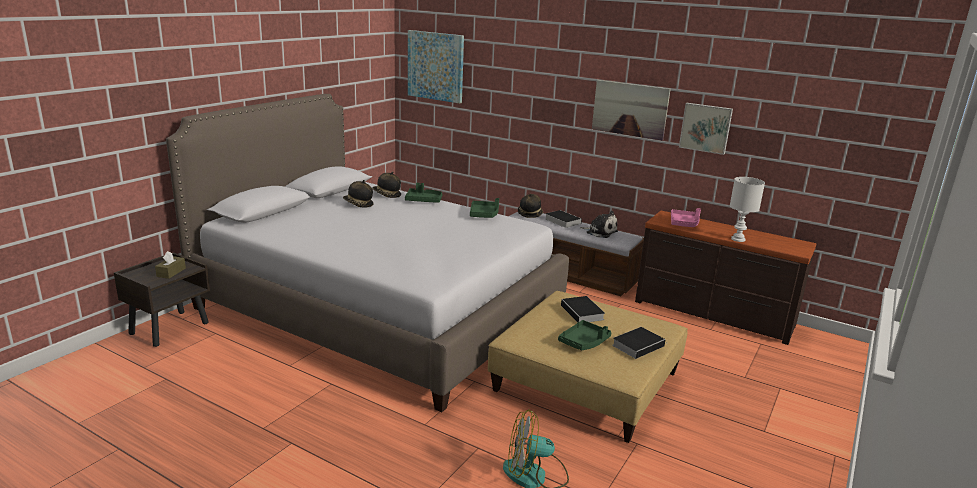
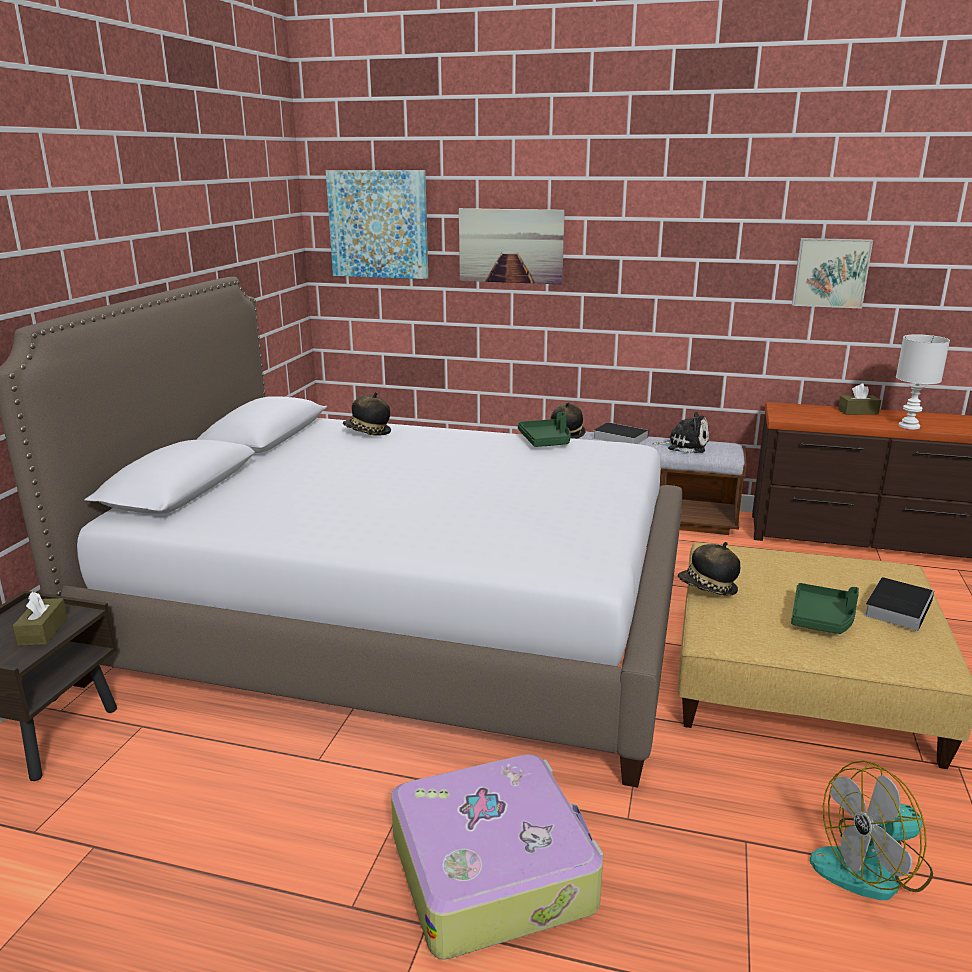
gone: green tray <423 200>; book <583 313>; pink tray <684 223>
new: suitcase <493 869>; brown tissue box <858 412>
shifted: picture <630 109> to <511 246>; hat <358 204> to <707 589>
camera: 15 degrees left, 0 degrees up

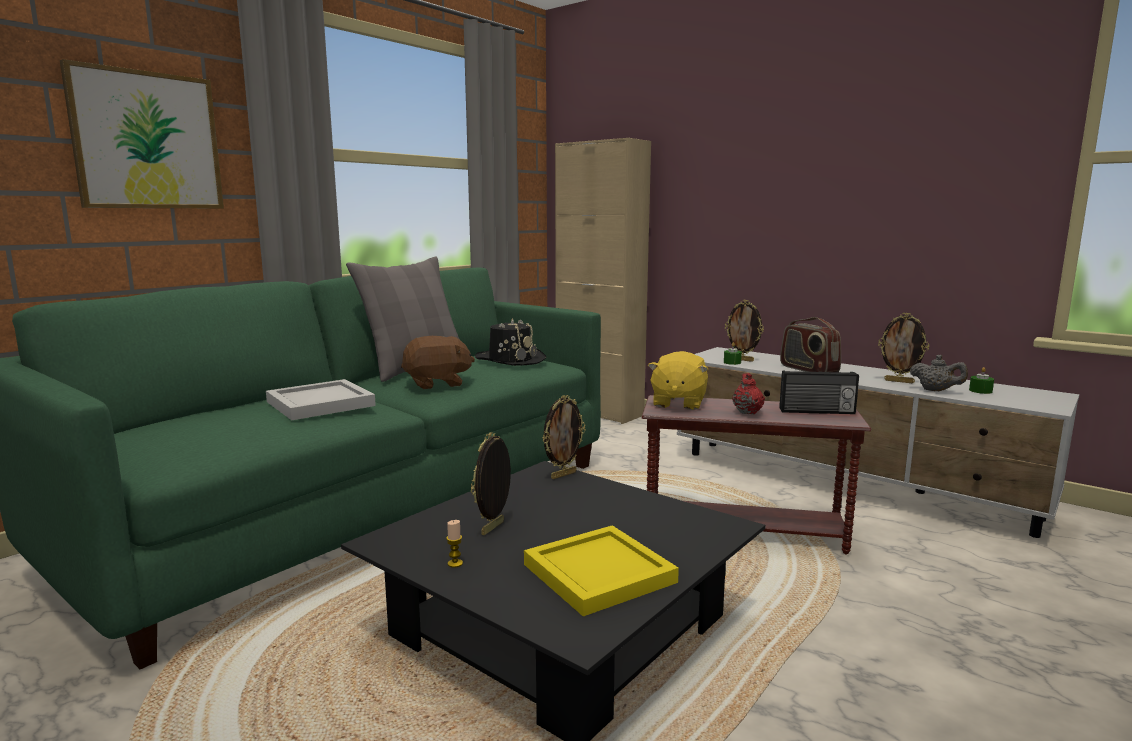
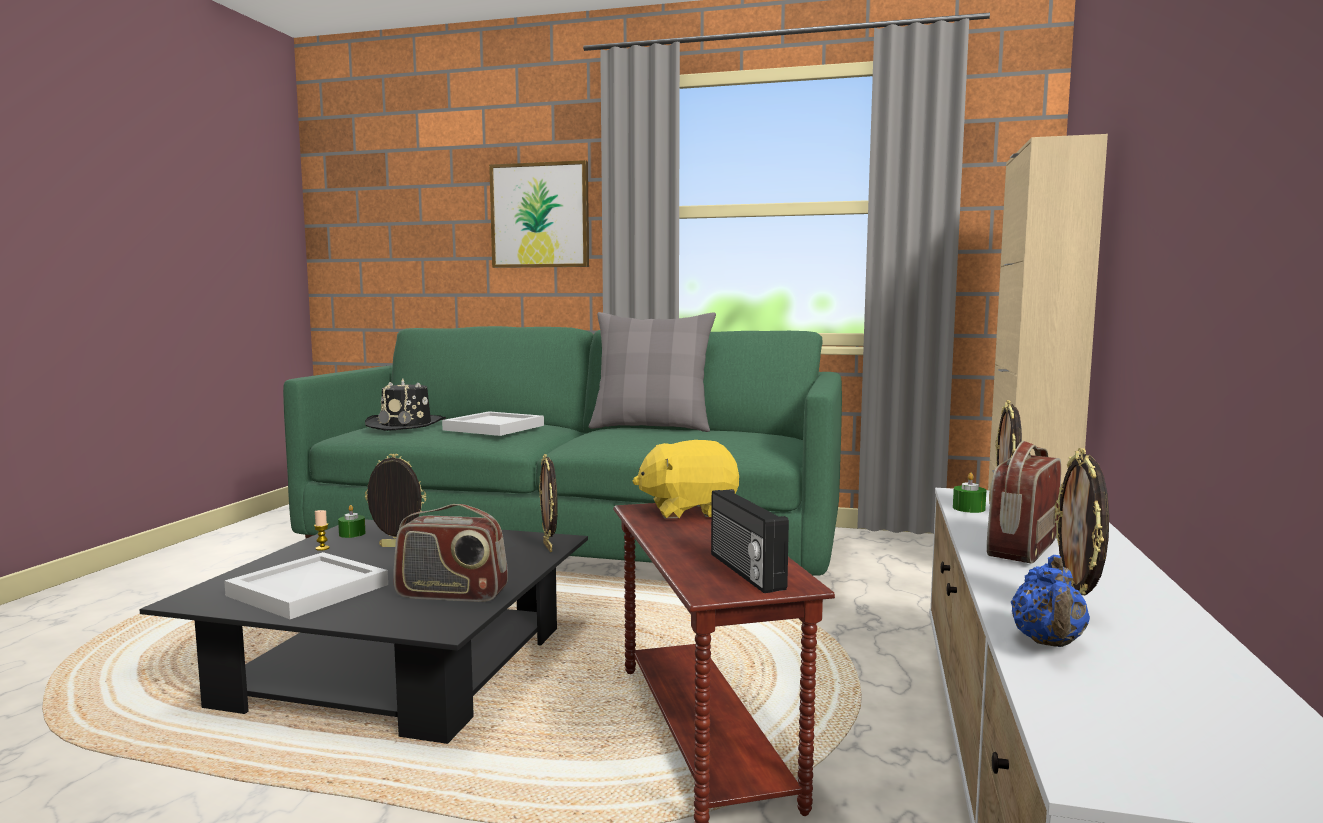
gone: brown plush toy <437 384>; red teapot <747 412>
new: radio <451 594>
shifted: green candle <980 391> to <352 534>; black hat <510 359> to <407 424>
repainted: yellow tray <601 573> to white tray <307 591>; grey teapot <936 390> to blue teapot <1048 643>
rotated: picture frame <563 475> = <549 547> 45 degrees clockwise
camera: 65 degrees right, 5 degrees down

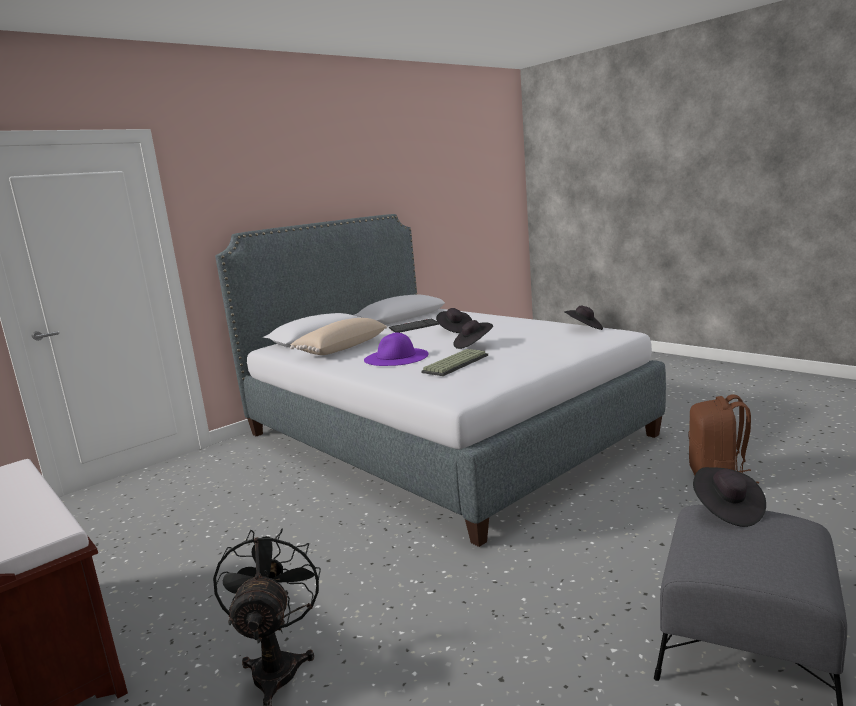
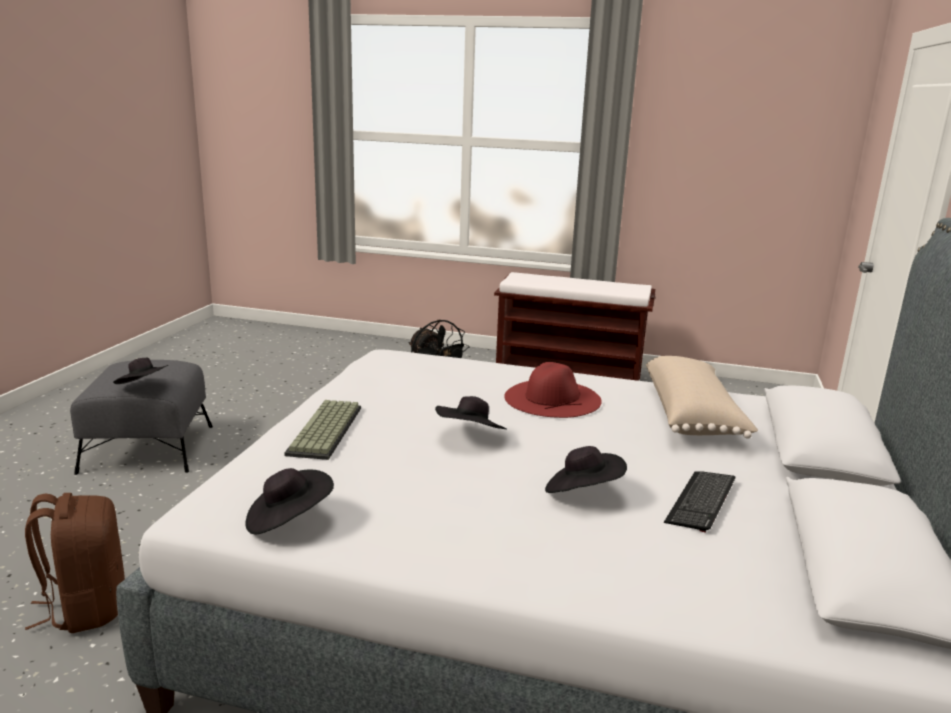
shifted: keyboard <455 363> to <327 431>
repainted: purple hat <396 357> to red hat <552 398>
camera: 145 degrees right, 5 degrees up

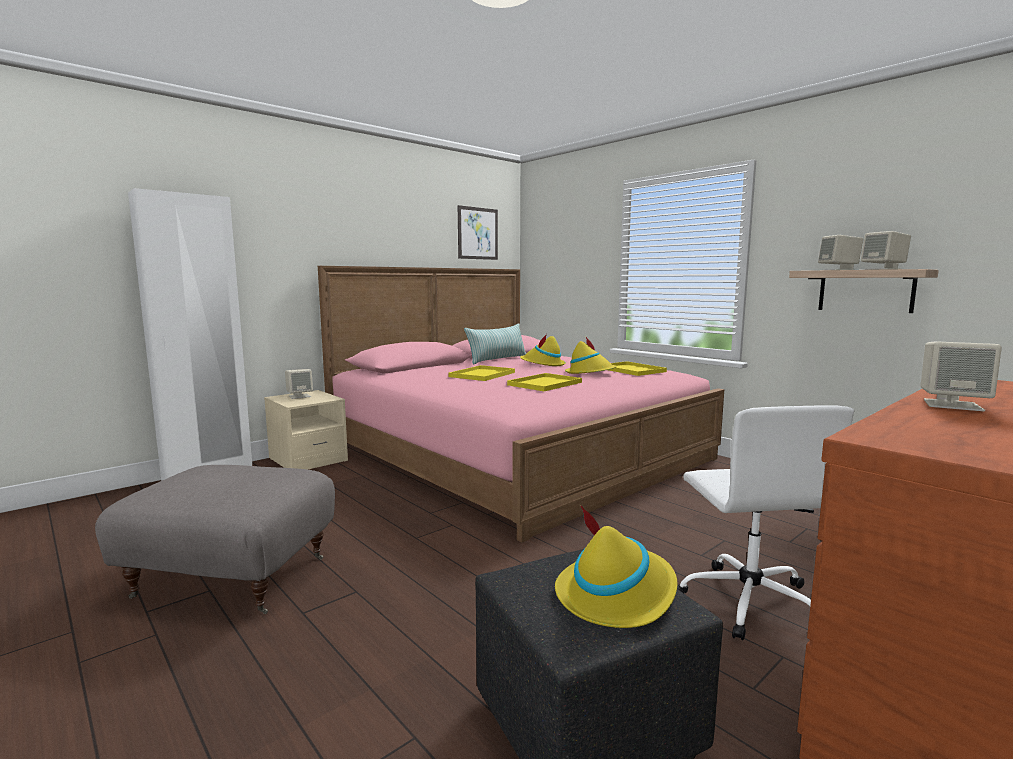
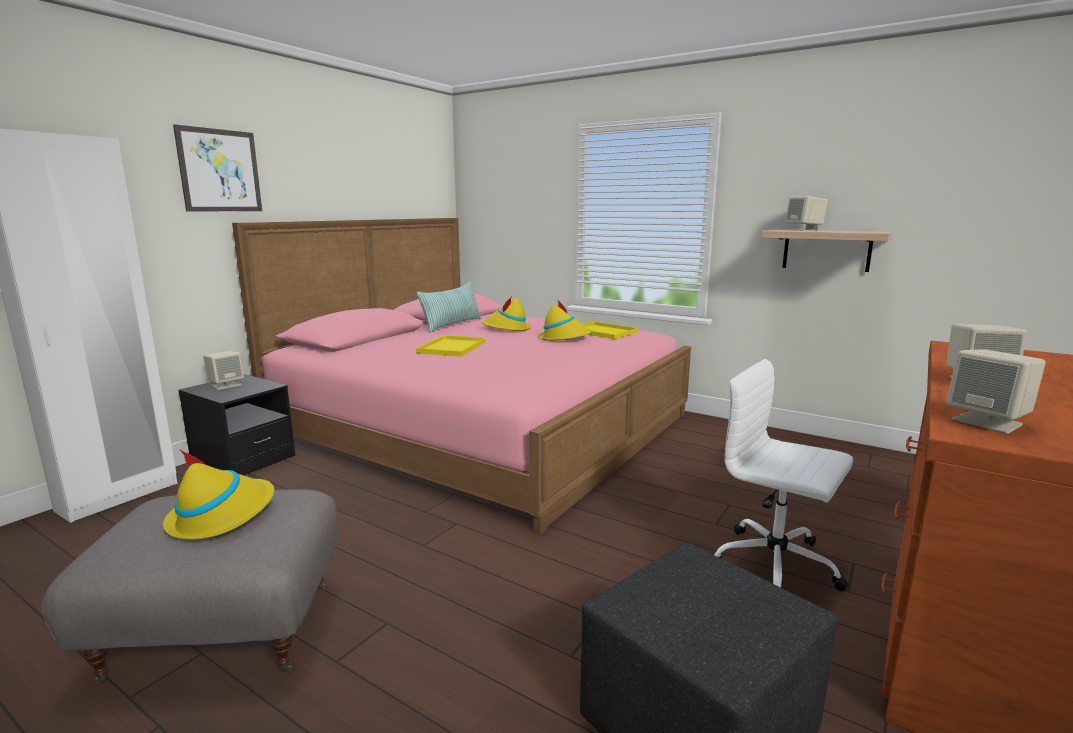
gone: yellow tray <545 383>
shifted: yellow hat <616 594> to <222 515>; picture <477 233> to <220 170>; beige speaker <883 269> to <988 422>
repainted: beige nightstand <308 460> to black nightstand <243 460>
rotated: white office chair <748 600> = <776 567> 150 degrees clockwise
camera: 15 degrees left, 5 degrees up

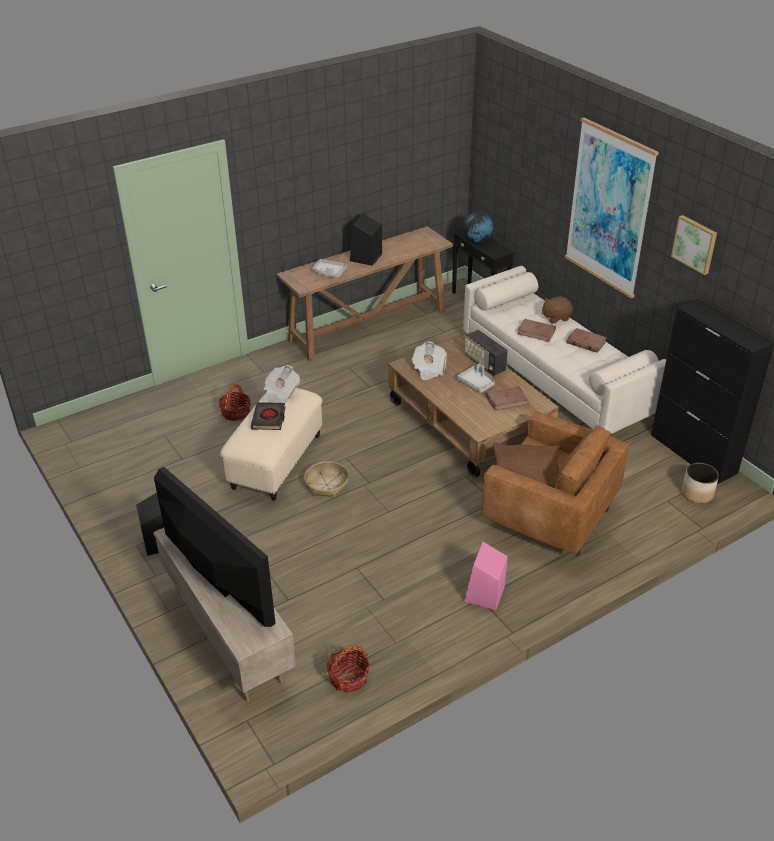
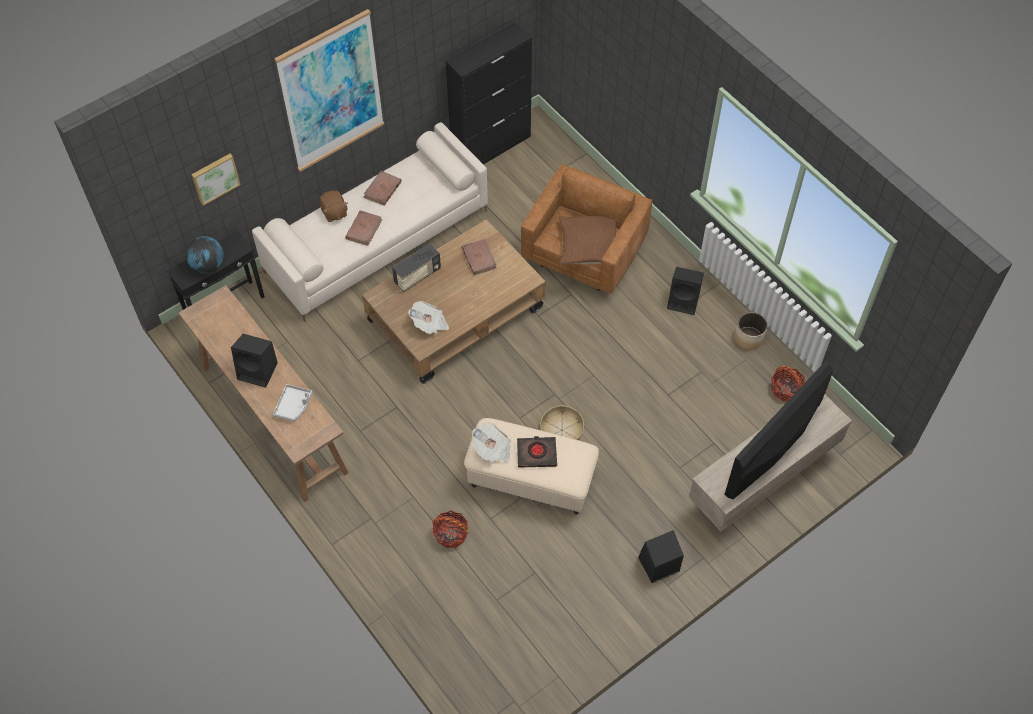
gone: grey tray <476 383>
shifted: picture <695 244> to <215 178>; planter <697 493> to <748 338>
repainted: pink speaker <484 595> to black speaker <684 301>
camera: 95 degrees left, 20 degrees up

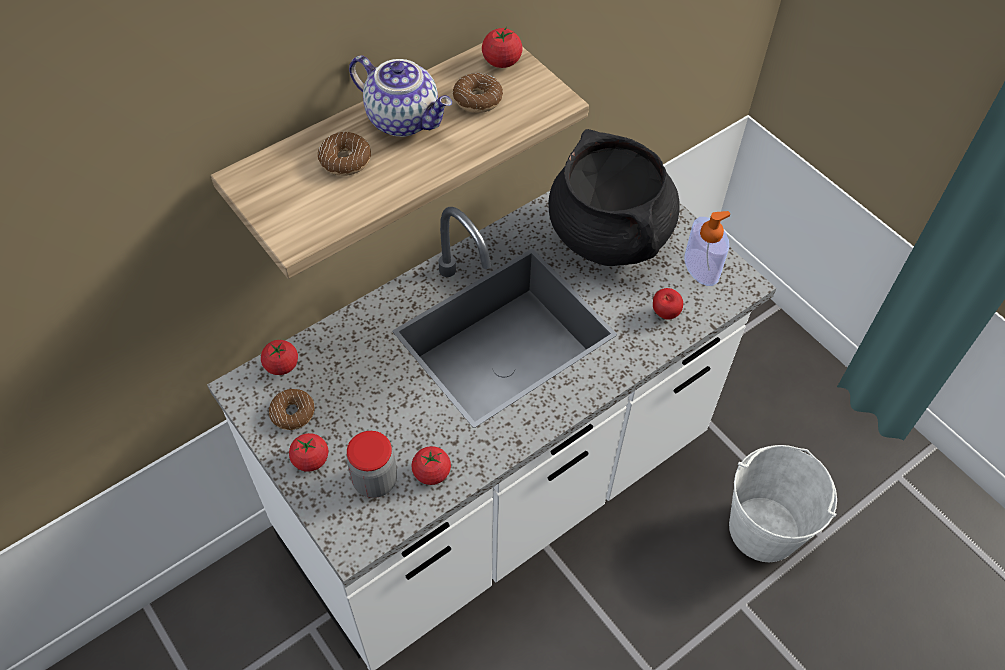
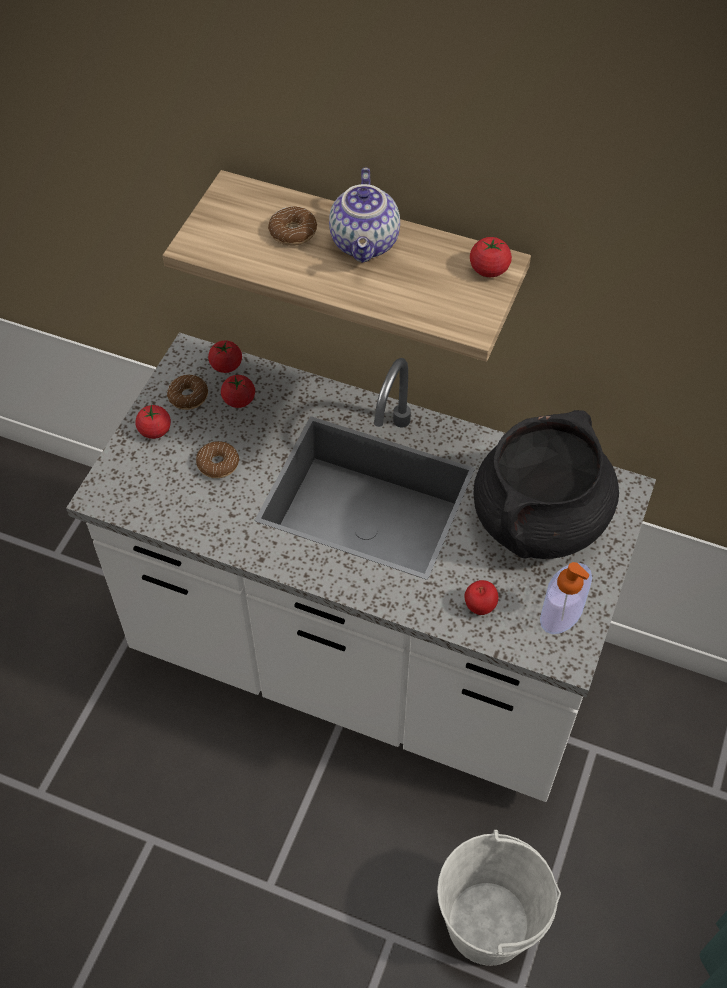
gone: jar <375 480>
shifted: donut <478 99> to <218 464>; tomato <431 472> to <239 400>
camera: 60 degrees right, 0 degrees up

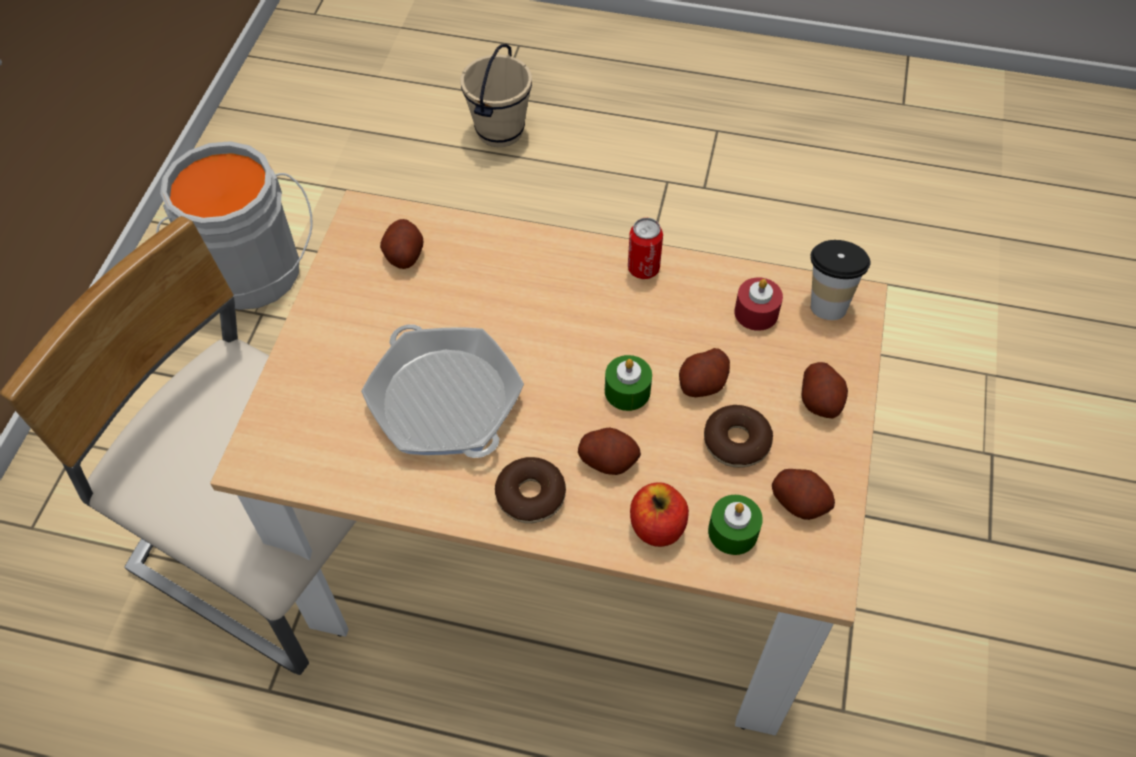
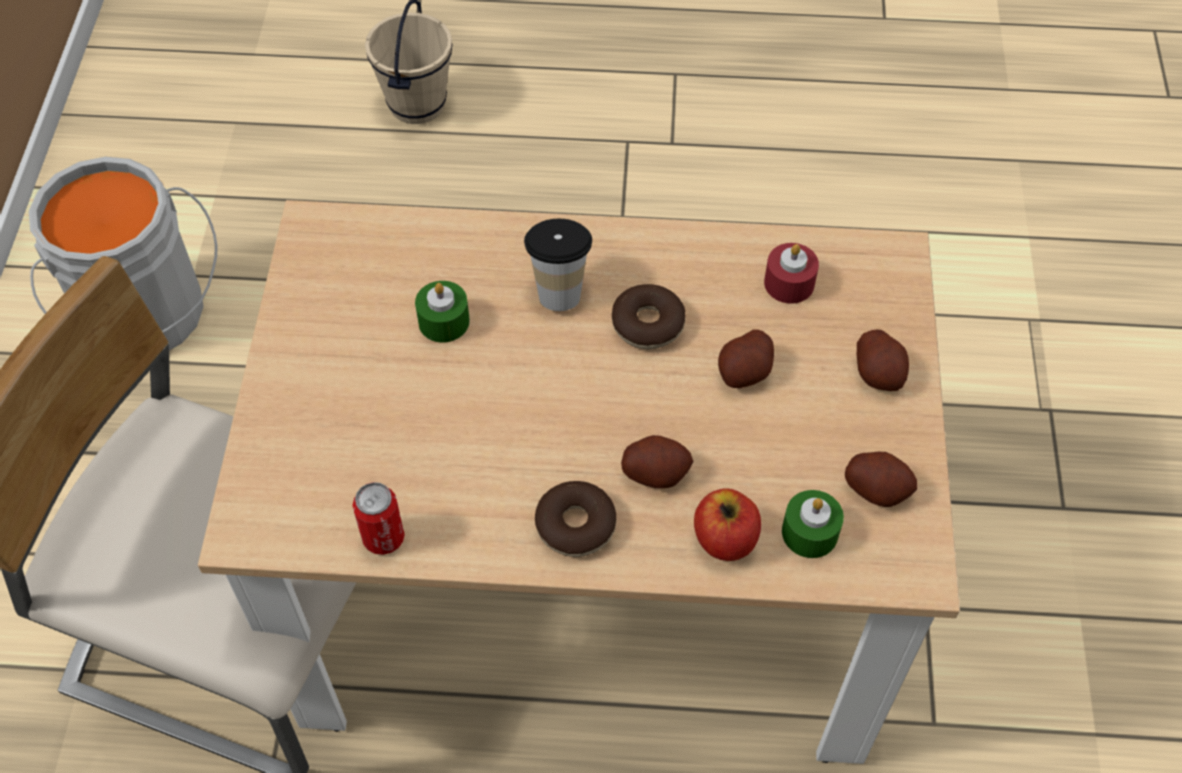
gone: frying pan <445 400>; potato <404 255>
shifted: can <643 269> to <383 537>; green candle <627 391> to <444 321>; cup <827 301> to <559 289>; donut <736 442> to <647 324>
camera: 10 degrees left, 0 degrees up

